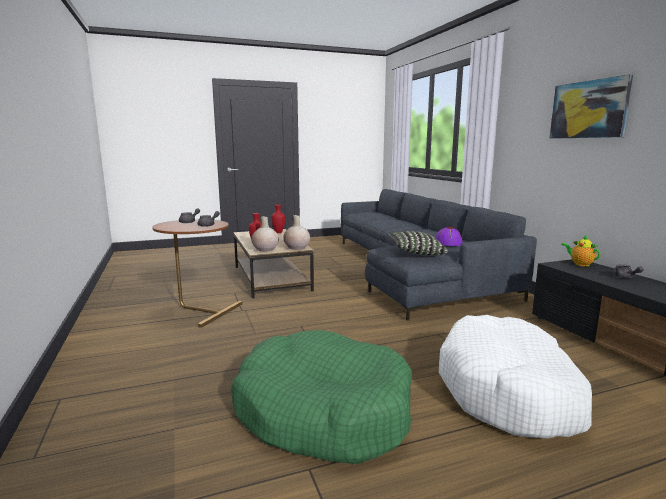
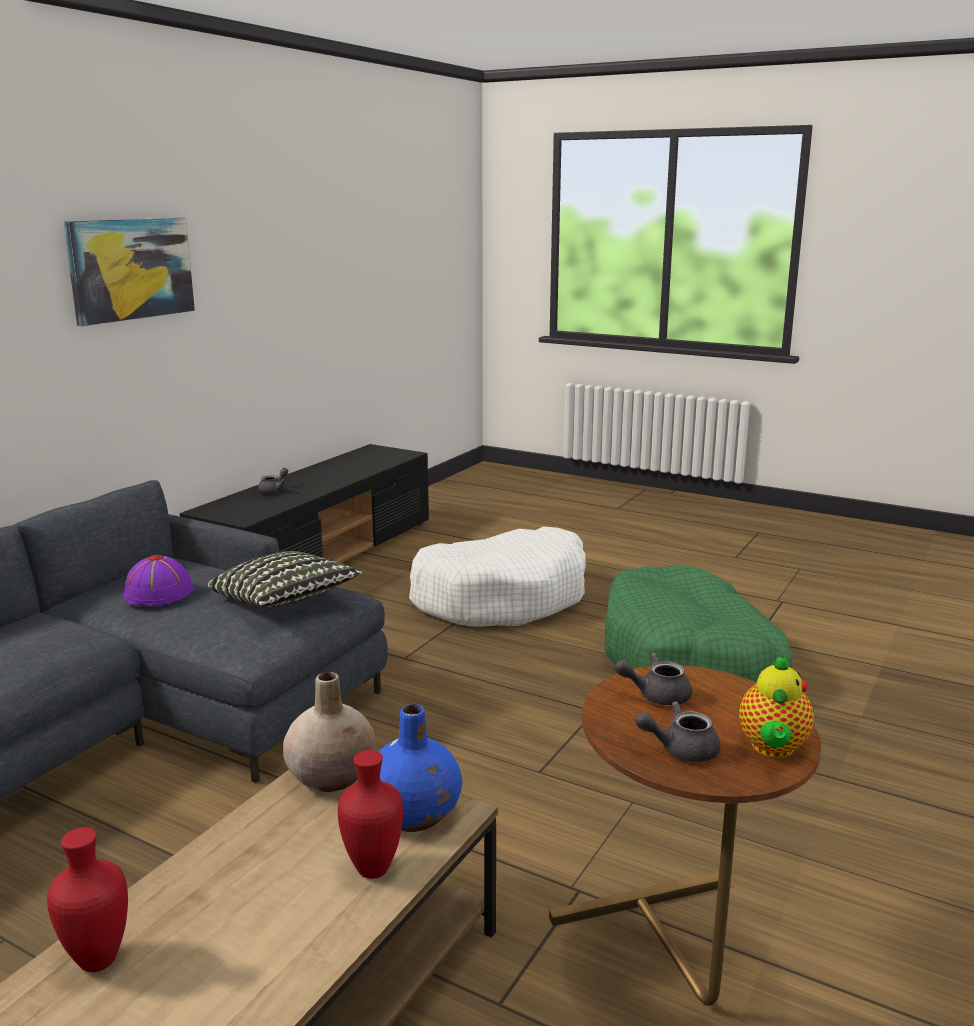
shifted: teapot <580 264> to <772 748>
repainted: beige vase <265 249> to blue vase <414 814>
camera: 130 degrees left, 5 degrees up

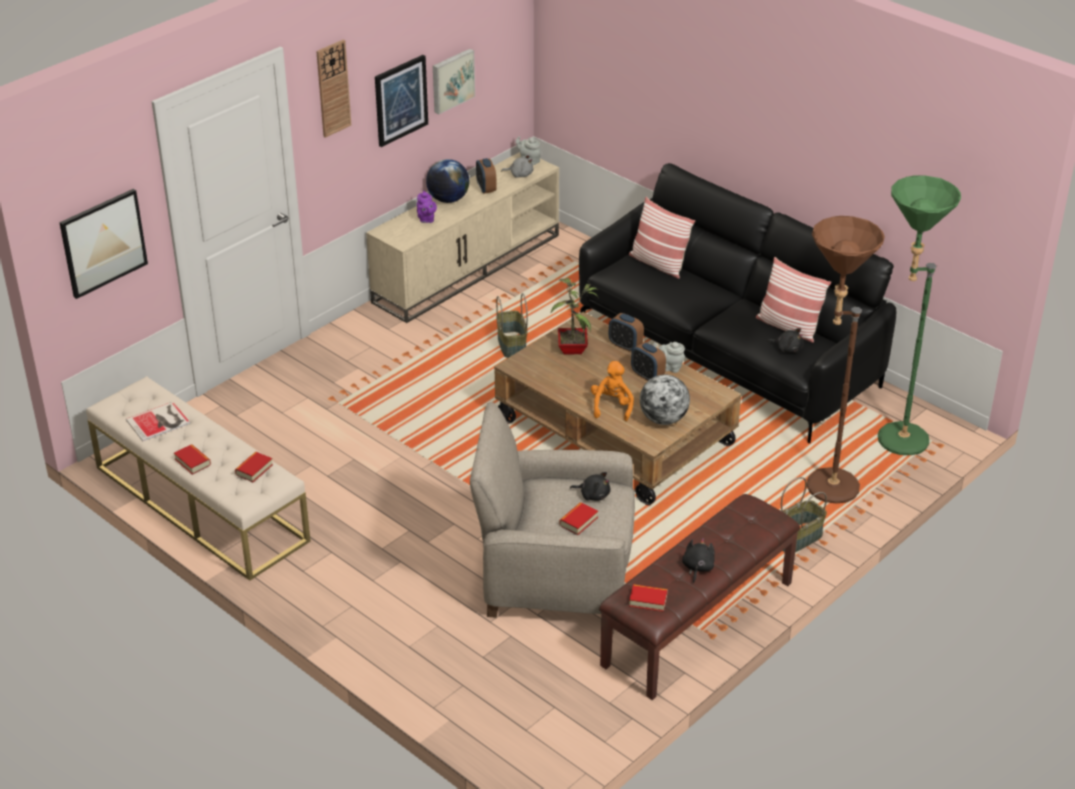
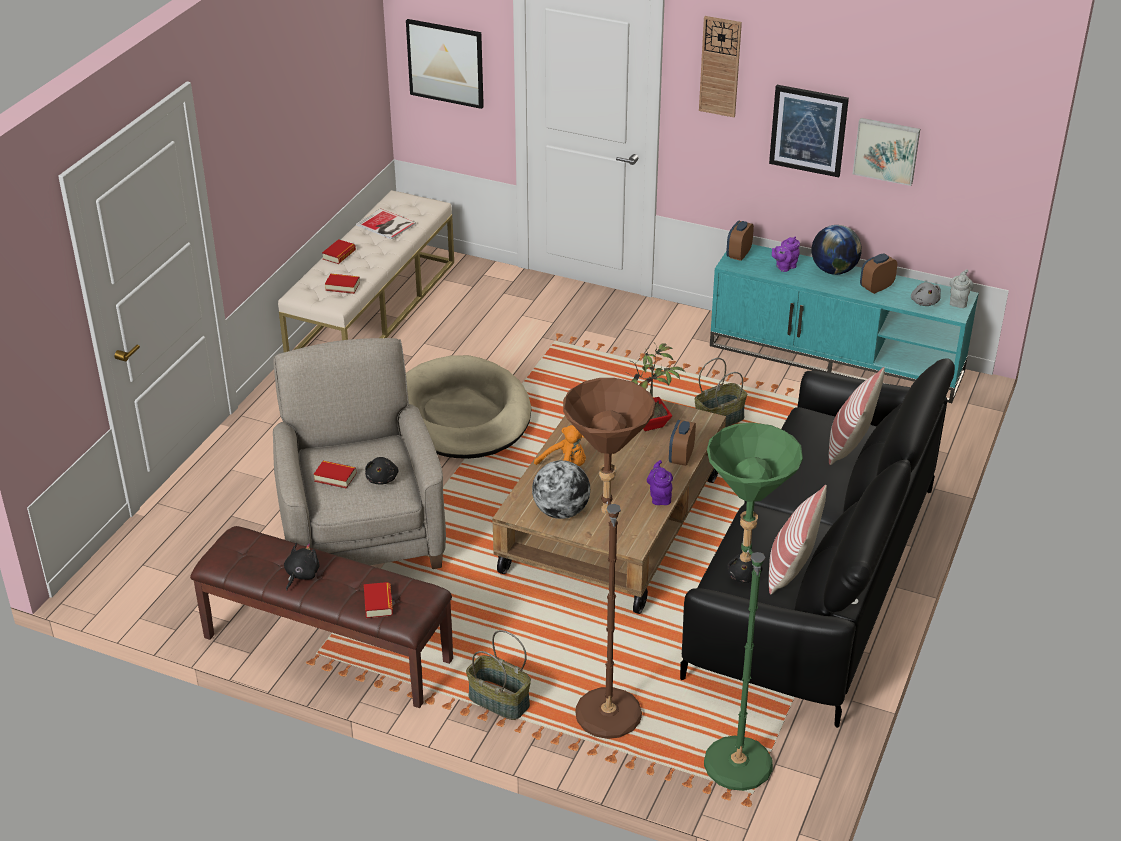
new: beige dog bed <461 414>
shifted: book <648 600> to <378 603>; alarm clock <647 375> to <738 254>
repainted: grey teapot <669 367> to purple teapot <660 497>; beige tv stand <467 267> to turquoise tv stand <837 358>
rotated: black plush toy <697 568> = <301 575> 60 degrees counterclockwise
camera: 70 degrees right, 0 degrees up

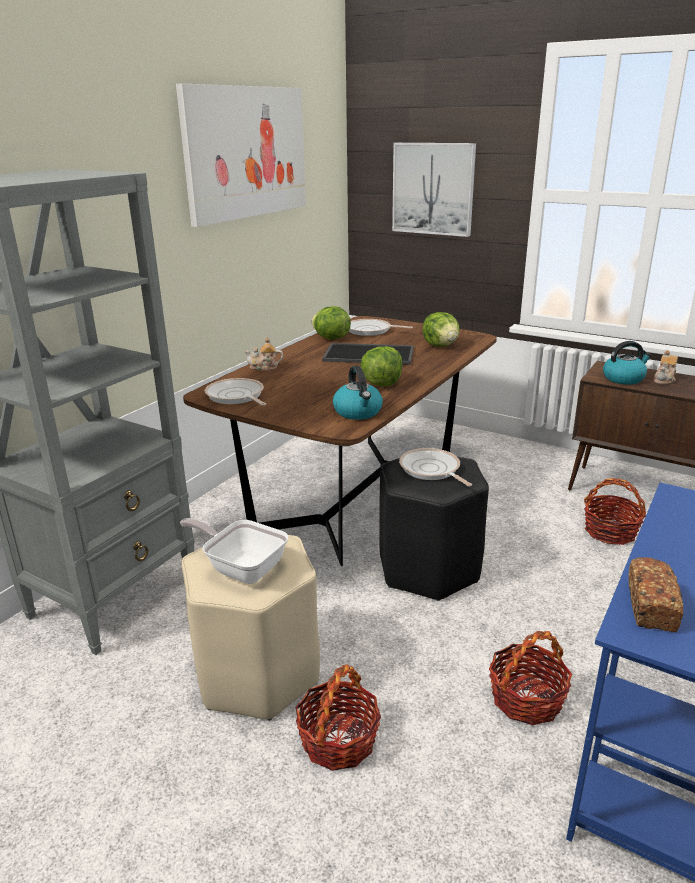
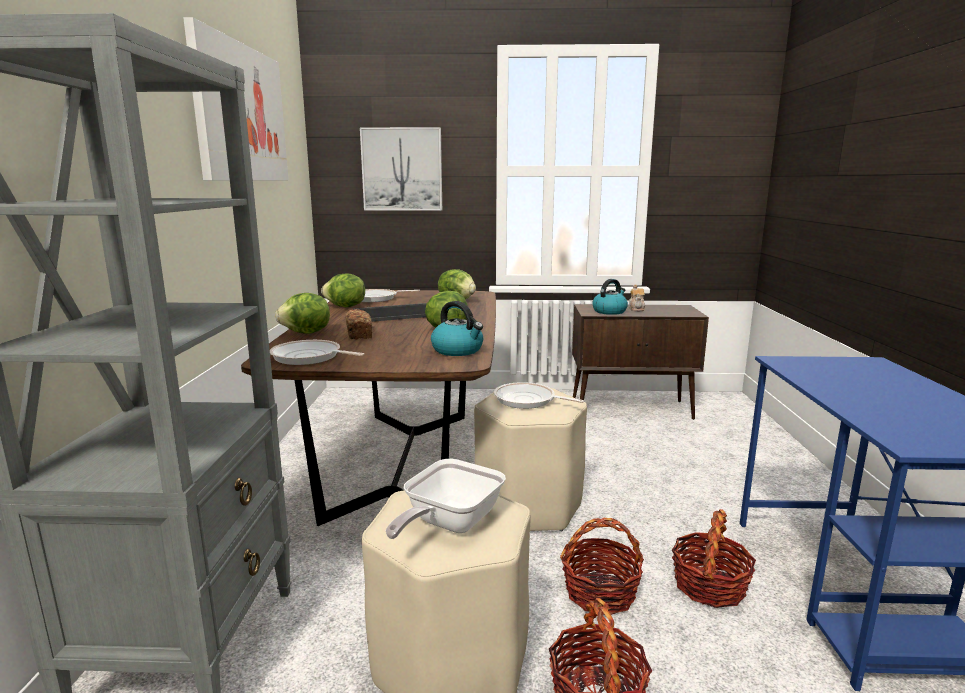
shifted: bread <651 607> to <359 334>; basket <610 532> to <600 592>
swapped: teapot <264 367> to lettuce <306 333>
repainted: black stool <428 569> to beige stool <529 507>
rotated: frying pan <241 568> = <448 524> 60 degrees counterclockwise
camera: 30 degrees left, 10 degrees down

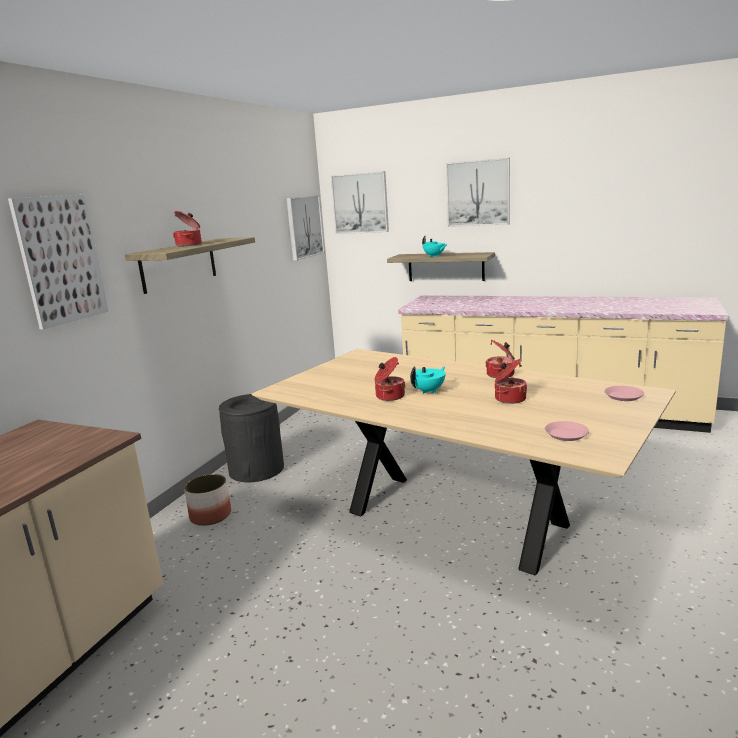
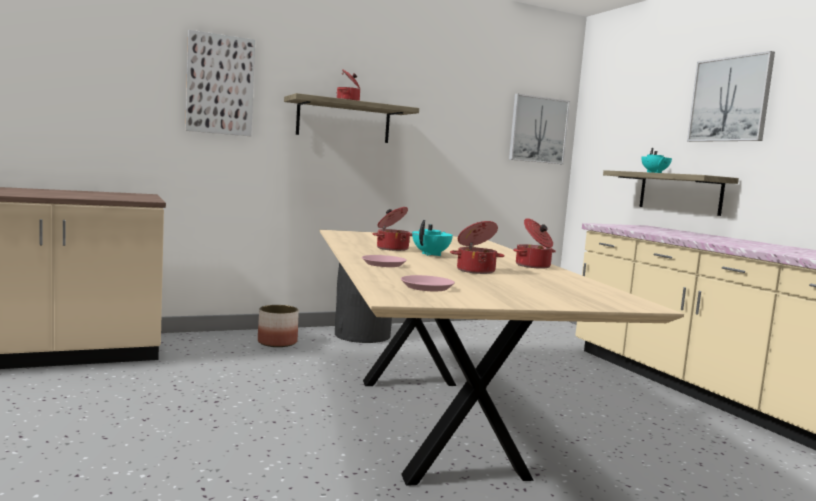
gone: picture <360 203>
shifted: pink plate <623 396> to <383 264>
rotated: turquoise teapot <429 391> = <431 254> 60 degrees counterclockwise
camera: 40 degrees right, 10 degrees down

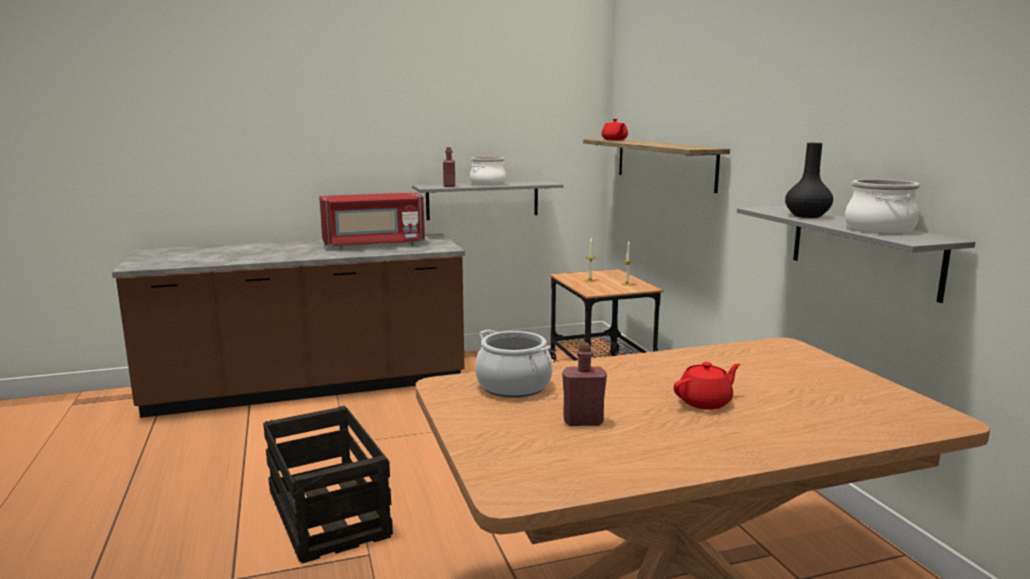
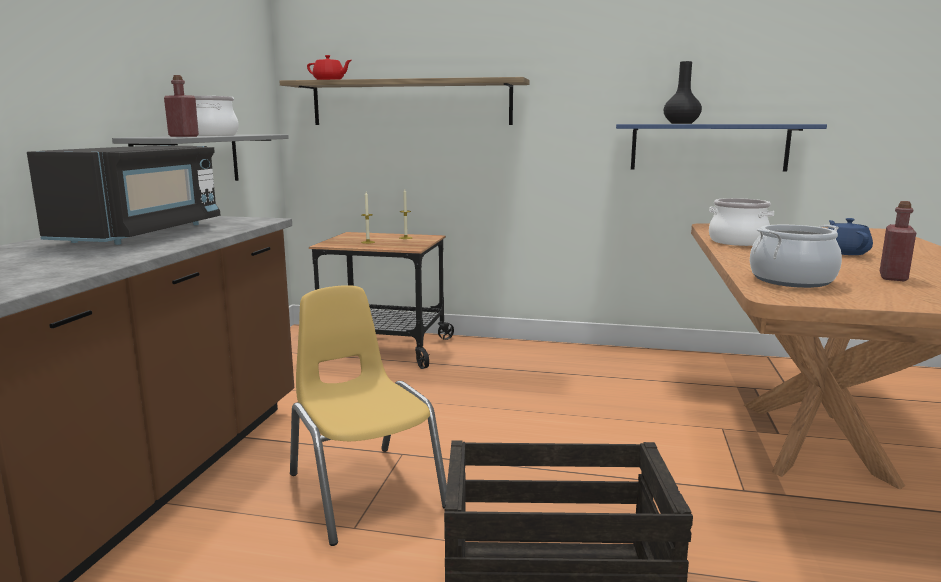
new: yellow chair <364 490>
shifted: cooking pot <880 229> to <738 241>
repainted: red microwave <373 245> to black microwave <142 233>; grey shelf <862 249> to blue shelf <708 147>; red teapot <705 402> to blue teapot <844 252>
camera: 60 degrees left, 0 degrees up

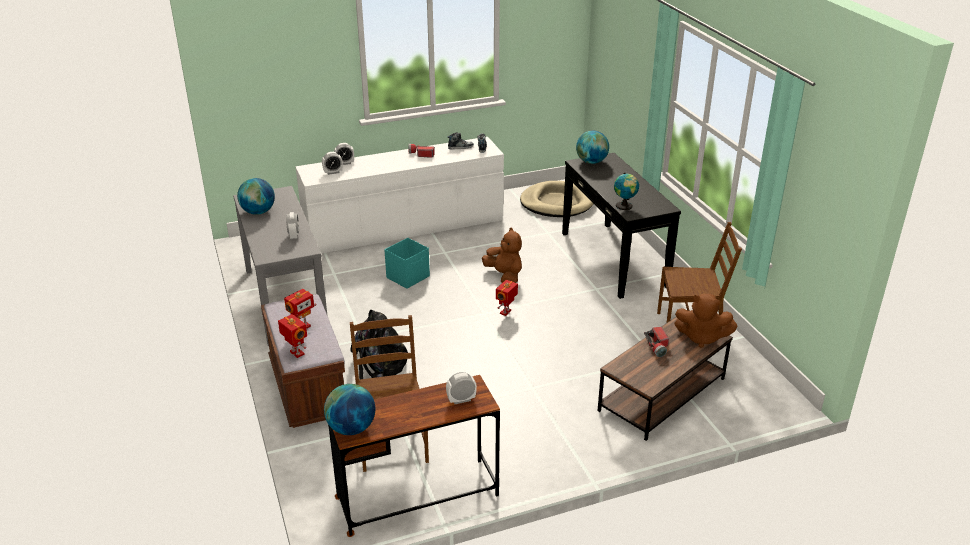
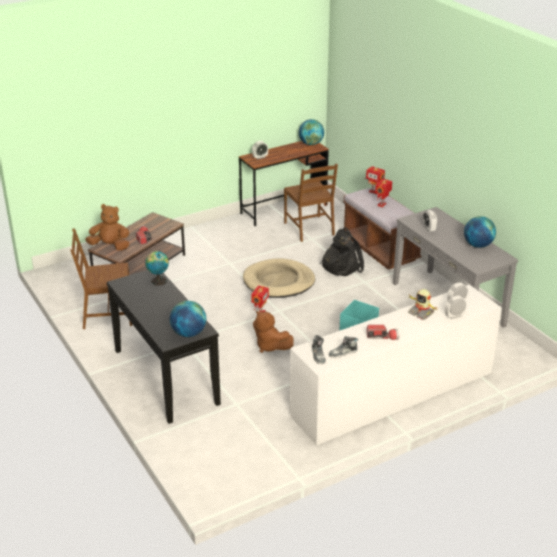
new: toy robot <421 313>
shifted: beige dog bed <557 203> to <279 281>
camera: 170 degrees right, 0 degrees up

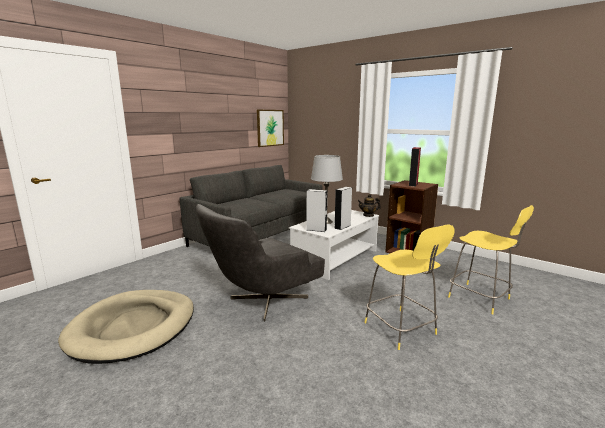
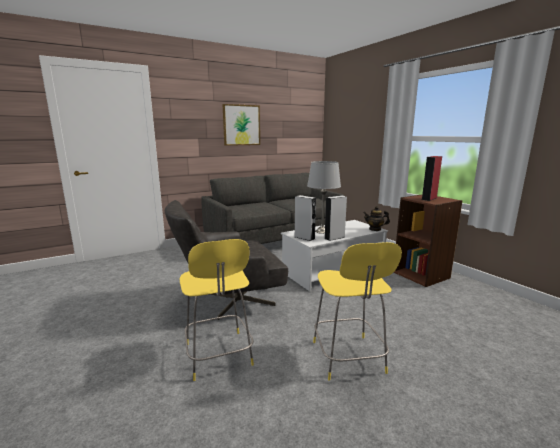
gone: beige dog bed <133 327>
shifted: yellow stool <481 299> to <219 356>; picture <270 128> to <241 125>
camera: 20 degrees right, 0 degrees up

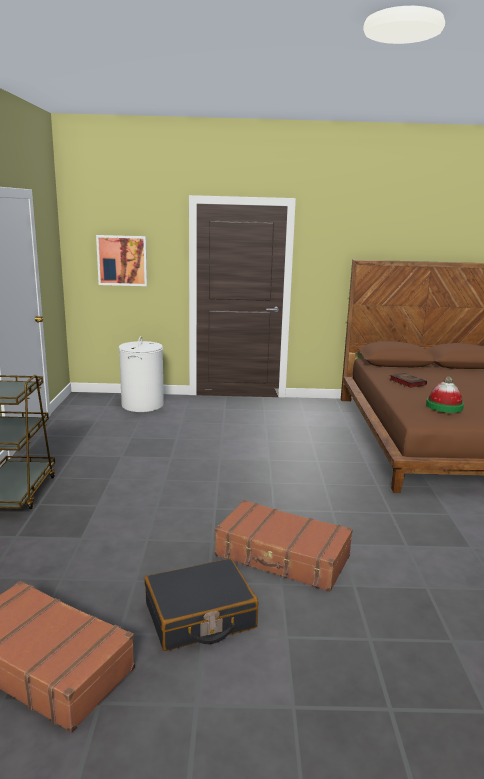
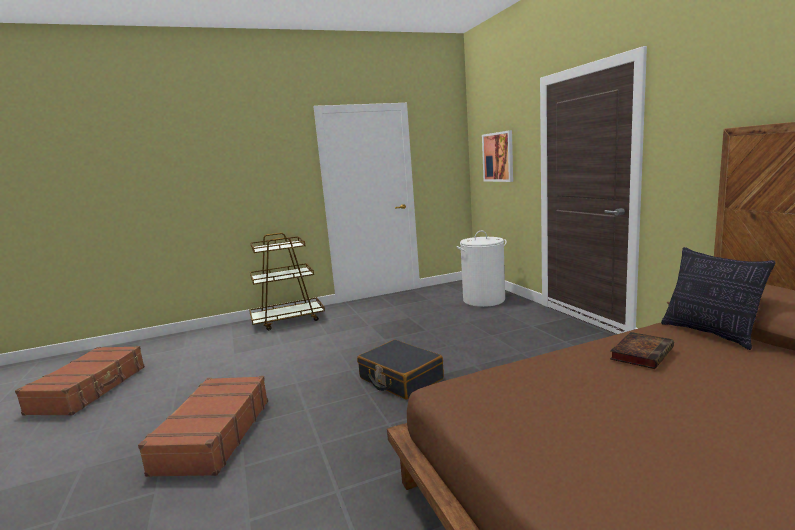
gone: hat <444 406>
new: pillow <710 333>
shifted: black suitcase <200 616> to <400 379>
camera: 70 degrees right, 5 degrees down

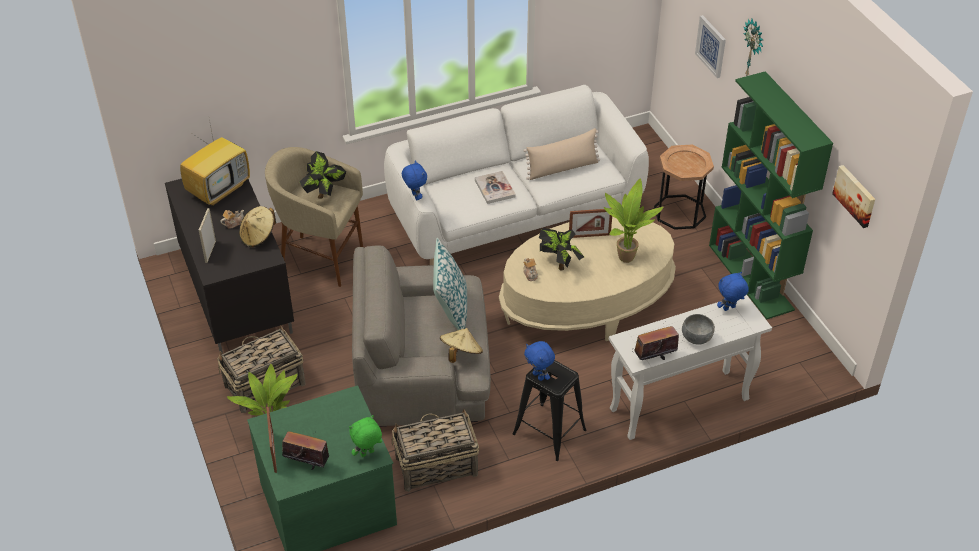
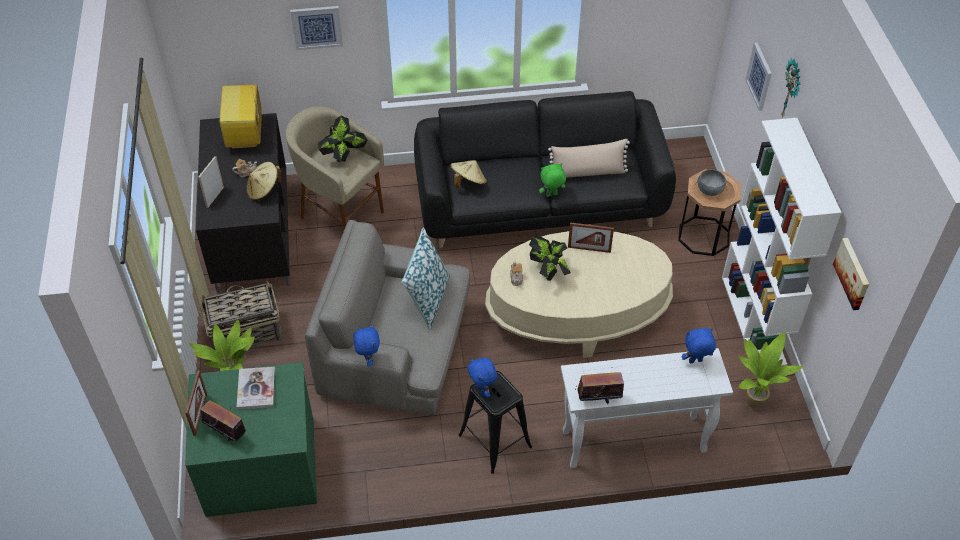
gone: basket <435 466>
new: picture <317 27>
shifted: book <494 188> to <256 389>; blue plush toy <415 197> to <368 359>; beige hat <461 354> to <468 182>; green plush toy <367 454> to <551 195>; grey bowl <696 338> to <709 191>; potted plant <623 257> to <752 401>
repainted: white sofa <514 213> to black sofa <539 205>; green bookcase <751 277> to white bookcase <754 320>
rotated: television <219 189> = <246 136> 120 degrees clockwise
camera: 15 degrees right, 5 degrees up

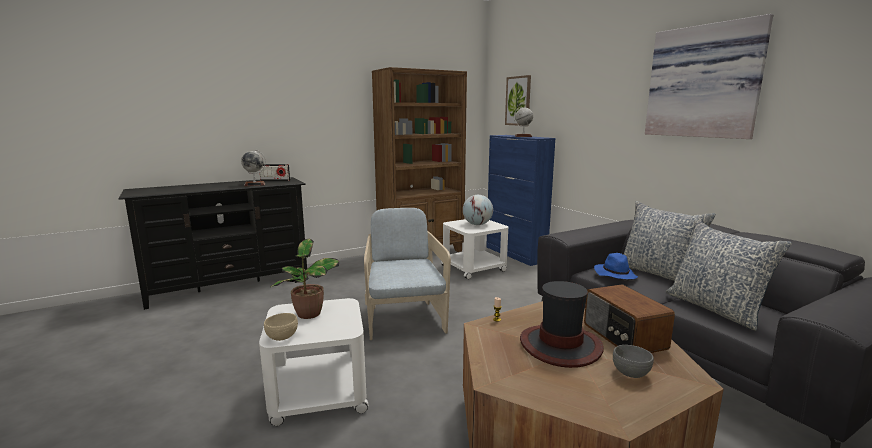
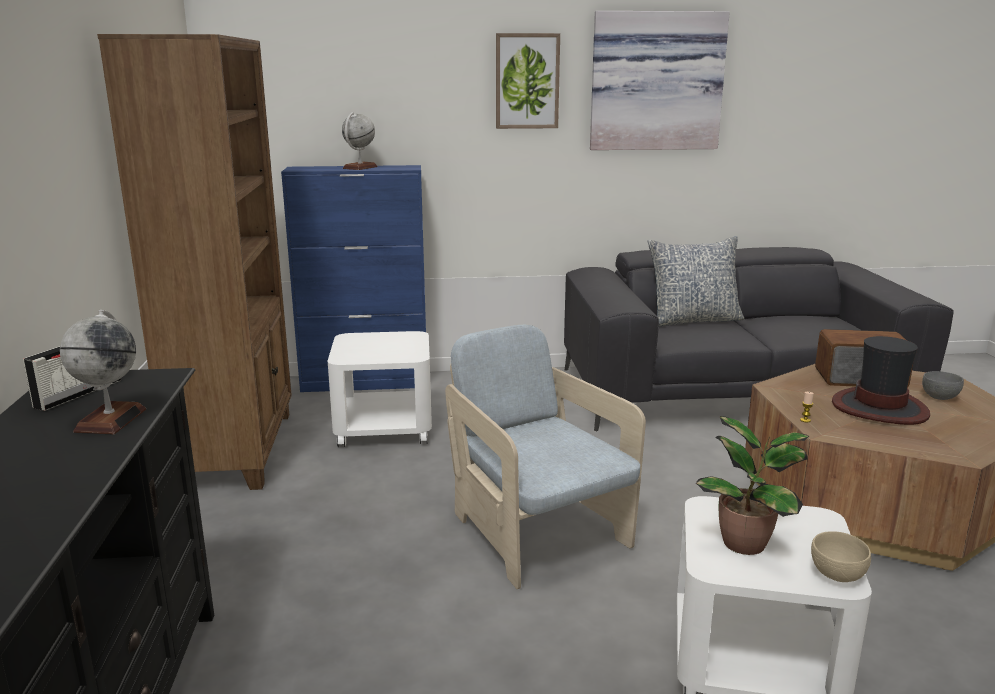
gone: globe <477 224>; blue hat <614 274>; pillow <715 309>
shifted: picture <518 101> to <527 81>
rotated: beige armchair <404 319> = <537 533> 45 degrees clockwise
camera: 65 degrees left, 5 degrees up

